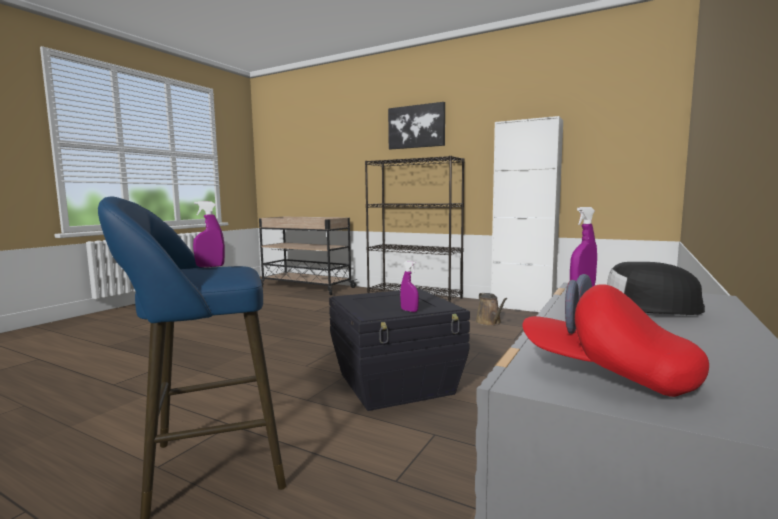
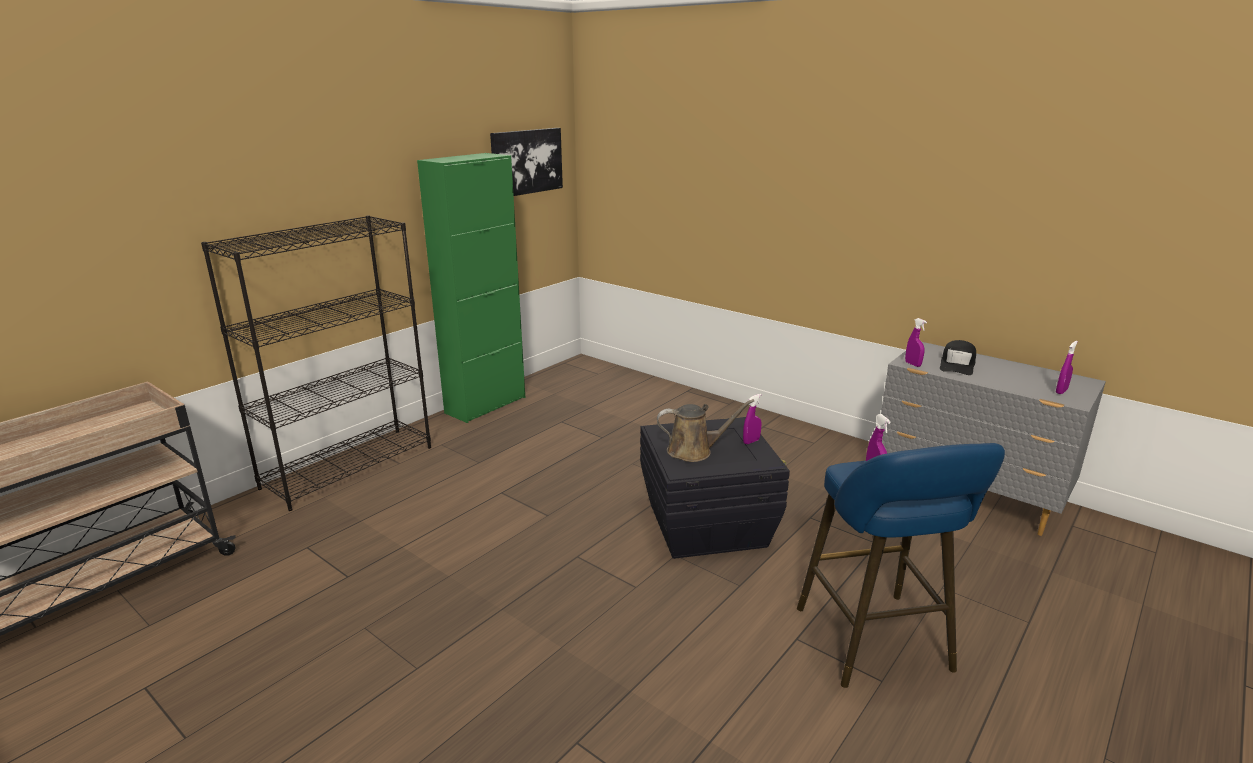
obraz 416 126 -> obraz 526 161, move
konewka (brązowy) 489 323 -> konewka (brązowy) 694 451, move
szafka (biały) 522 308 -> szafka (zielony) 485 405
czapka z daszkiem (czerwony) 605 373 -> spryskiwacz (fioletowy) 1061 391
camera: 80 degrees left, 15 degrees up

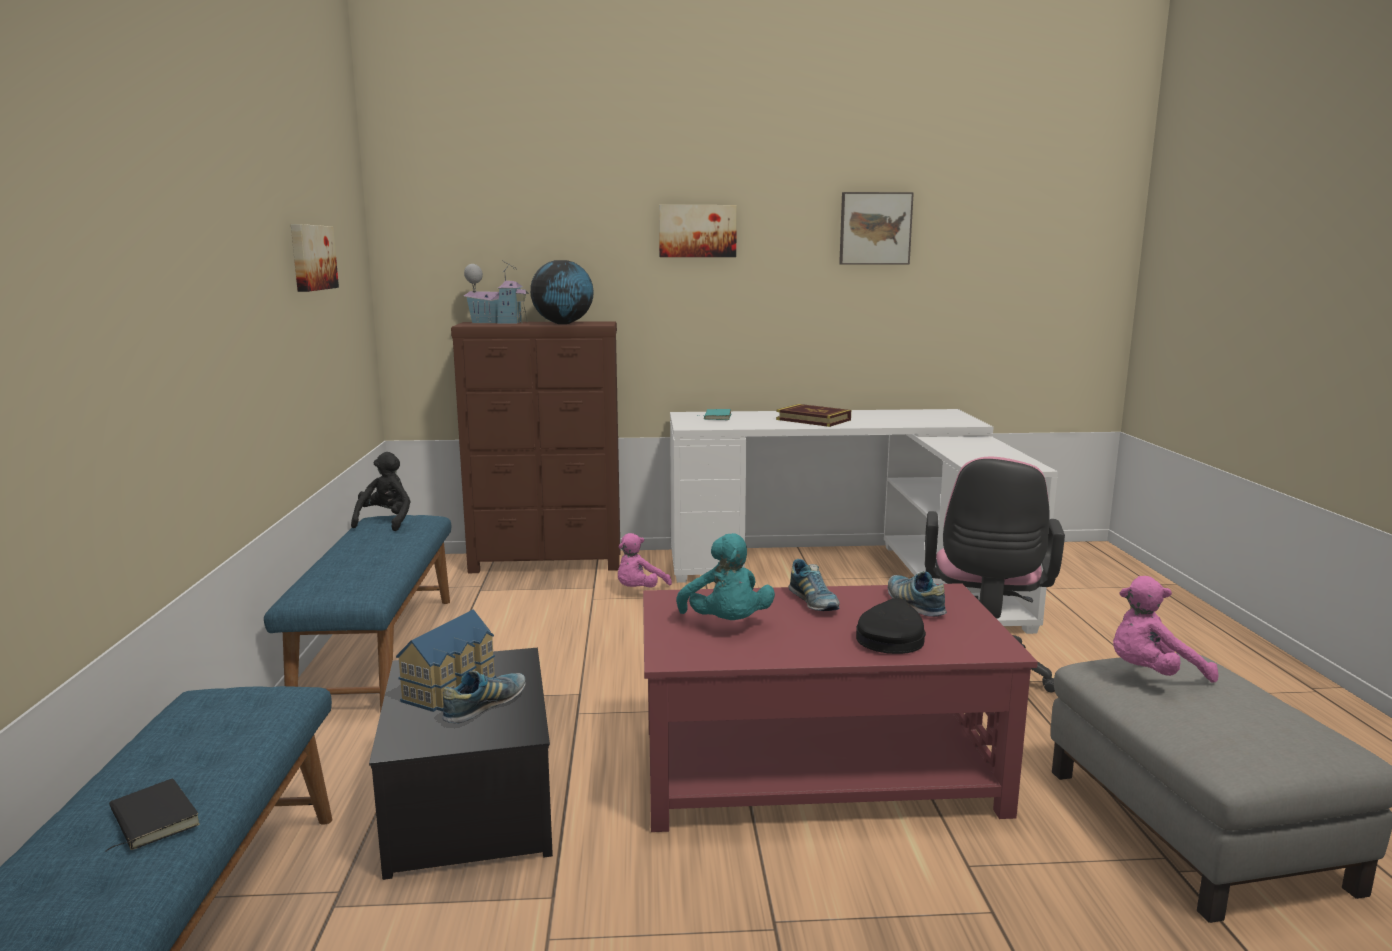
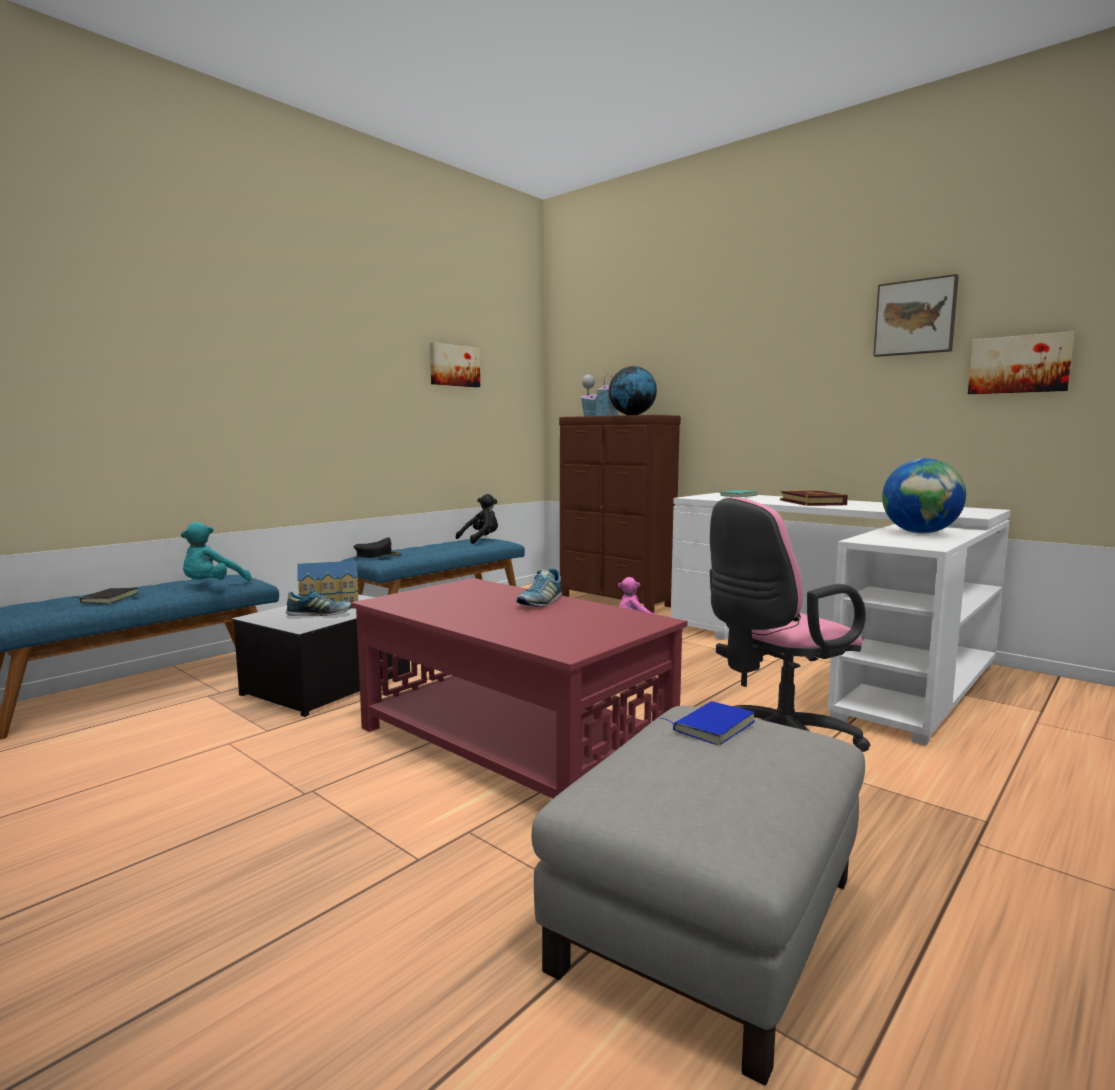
obraz 697 231 -> obraz 1019 364, move
pluszak (turkusowy) 726 624 -> pluszak (turkusowy) 212 586, move
czapka z daszkiem (czarny) 890 638 -> czapka z daszkiem (czarny) 377 555, move
but 914 604 -> none
pluszak (różowy) 1151 675 -> książka (niebieski) 711 726
none -> globus 920 533
camera: 45 degrees right, 5 degrees down

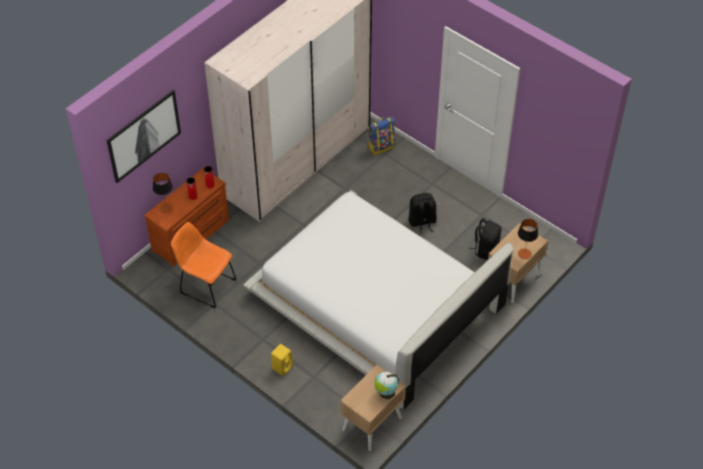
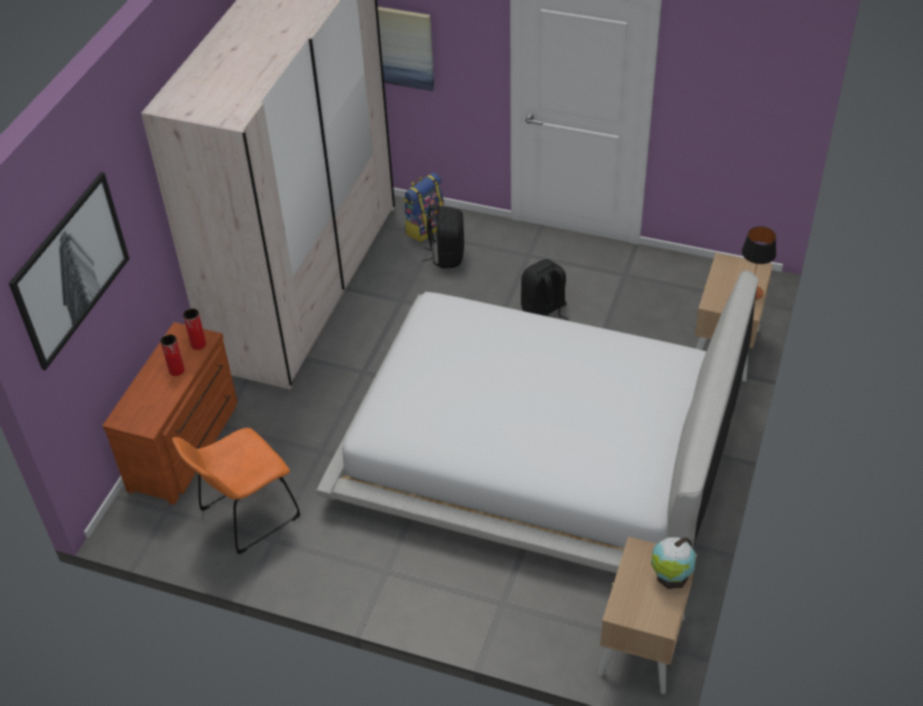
lampa stołowa 166 208 -> none
krzesło (pomarańczowy) 205 285 -> krzesło (pomarańczowy) 245 516, 45 degrees counterclockwise
głośnik (żółty) 282 366 -> none
plecak (czarny) 485 249 -> plecak (czarny) 446 256, move
none -> obraz 400 46
camera: 20 degrees left, 5 degrees down

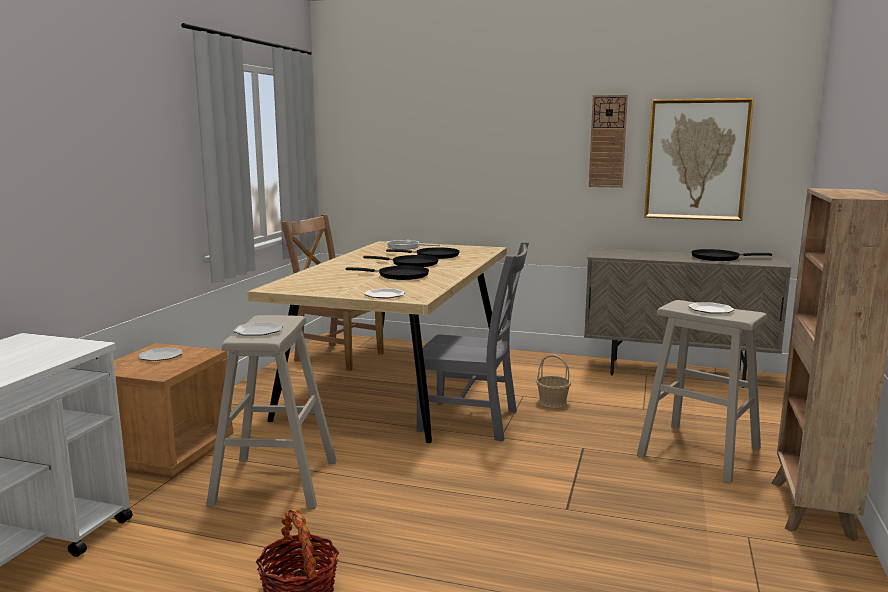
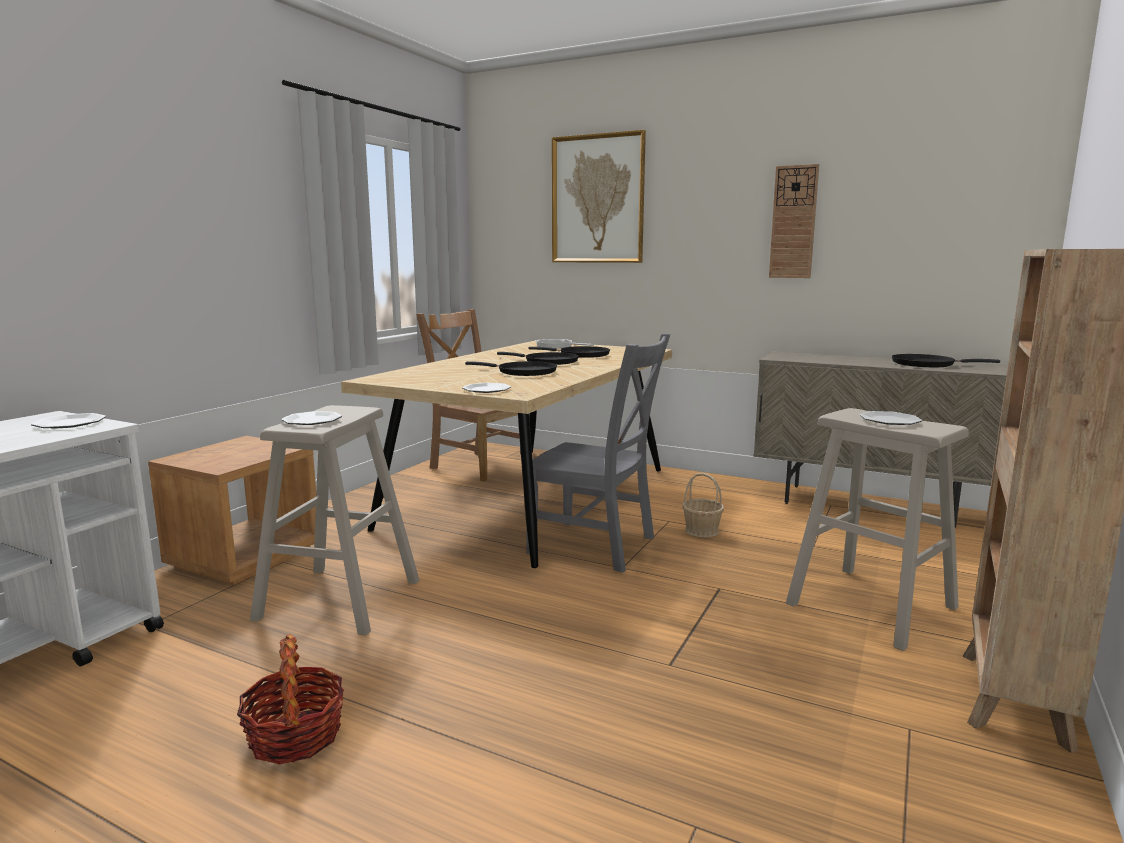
talerz 160 356 -> talerz 69 423, move
obraz 696 159 -> obraz 598 199, move
camera: 10 degrees right, 0 degrees up

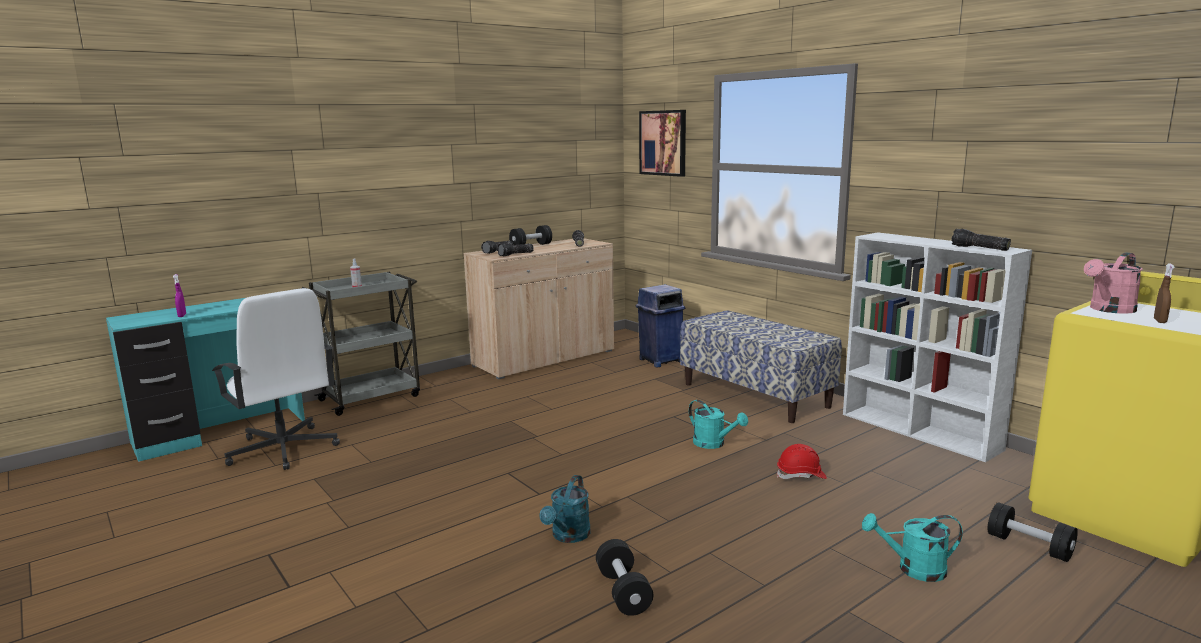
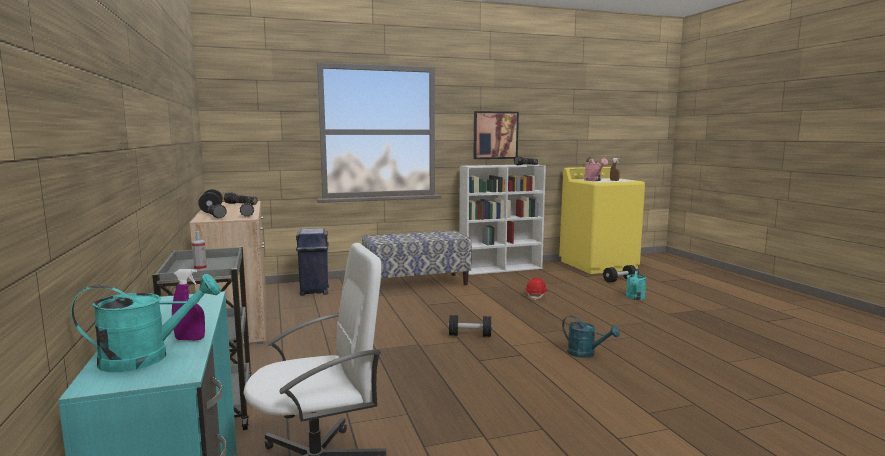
hantel (czarny) 623 592 -> hantel (czarny) 470 335, move
obraz 663 143 -> obraz 495 135, move
konewka (turkusowy) 714 444 -> konewka (turkusowy) 147 357, move
camera: 70 degrees left, 5 degrees down

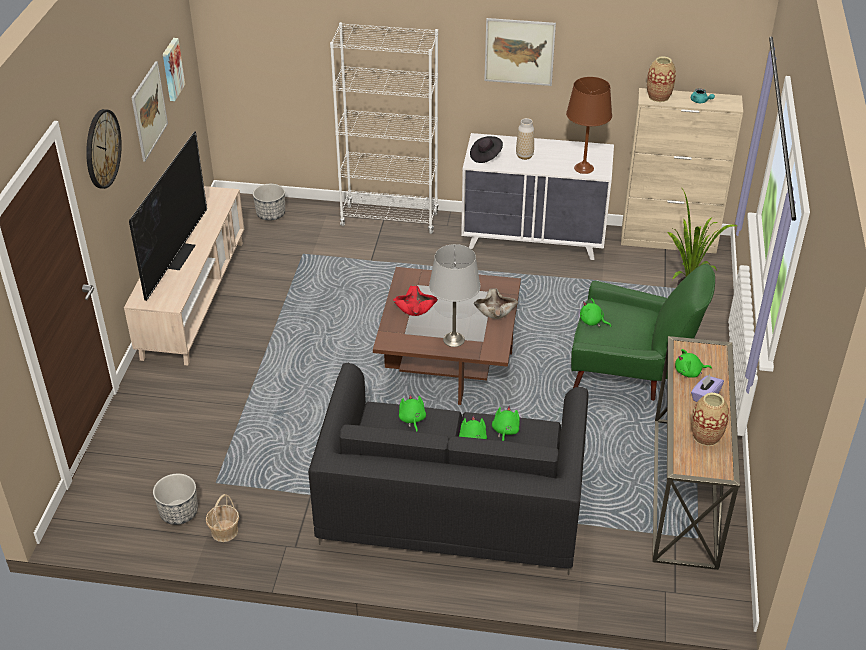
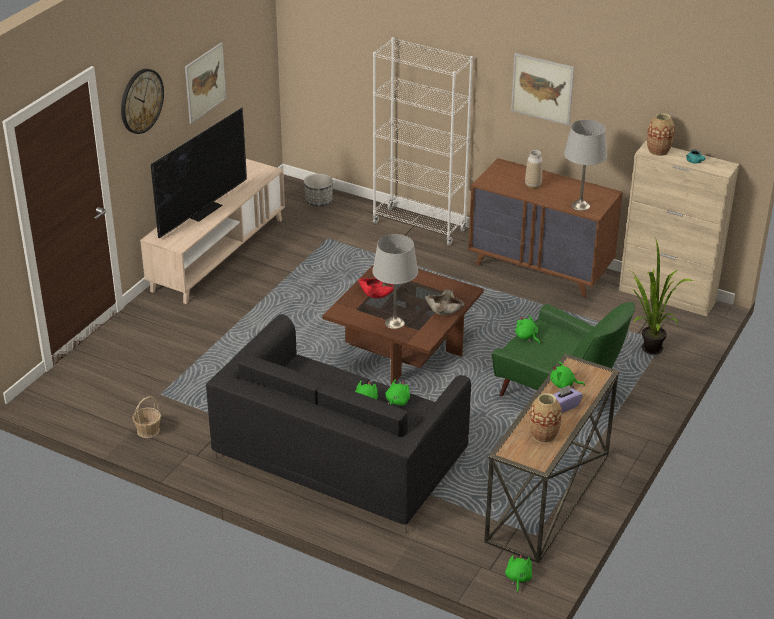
donica 179 512 -> none
obraz 171 69 -> none
pluszak (zielony) 412 420 -> pluszak (zielony) 518 578, move
komoda (biały) 534 238 -> komoda (brązowy) 540 268
kapelusz (czarny) 485 156 -> none
lampa stołowa (brązowy) 584 168 -> lampa stołowa (szary) 580 206
camera: 20 degrees right, 5 degrees down

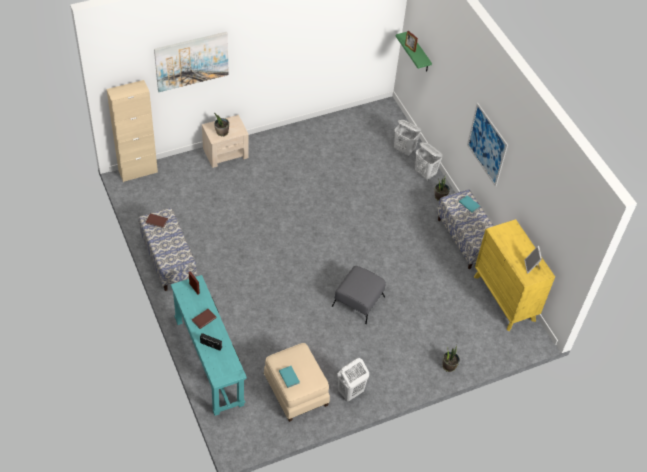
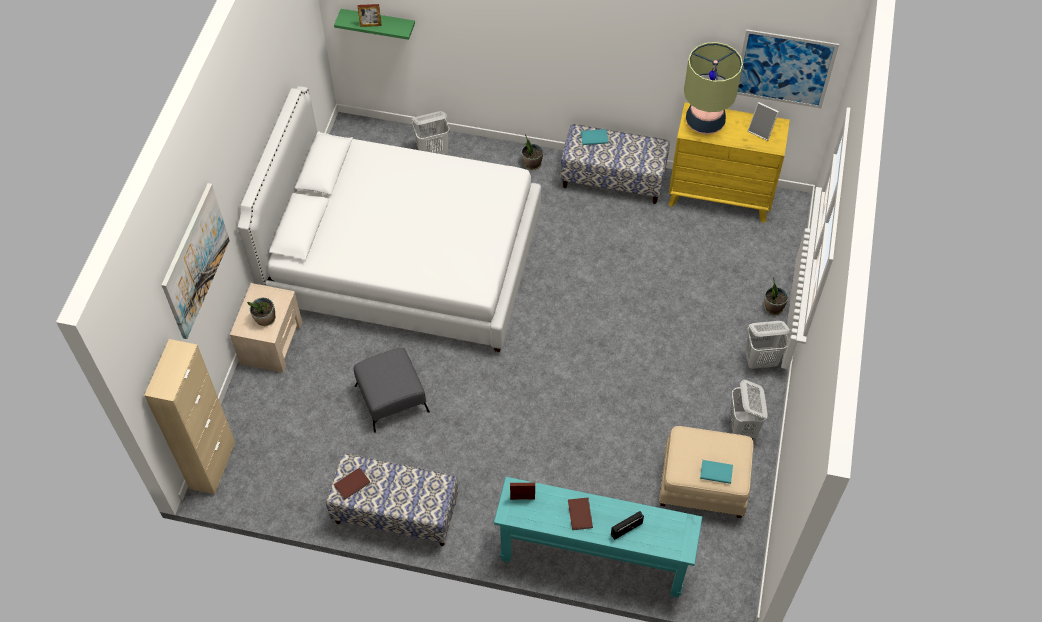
pufa (szary) 359 301 -> pufa (szary) 392 398, move
kosz na pranie (biały) 425 173 -> kosz na pranie (biały) 761 360, move
obraz 487 144 -> obraz 784 69, move
none -> łóżko (biały) 404 260
none -> lampa stołowa 704 122
camera: 50 degrees left, 5 degrees up

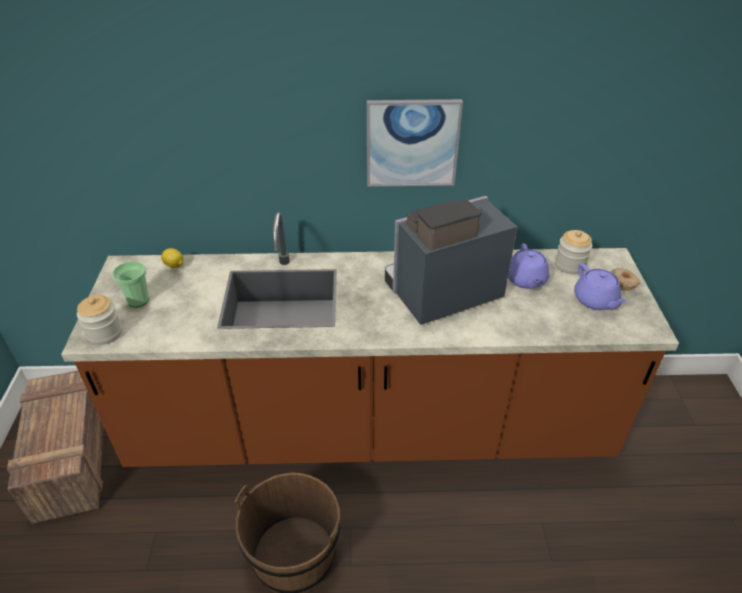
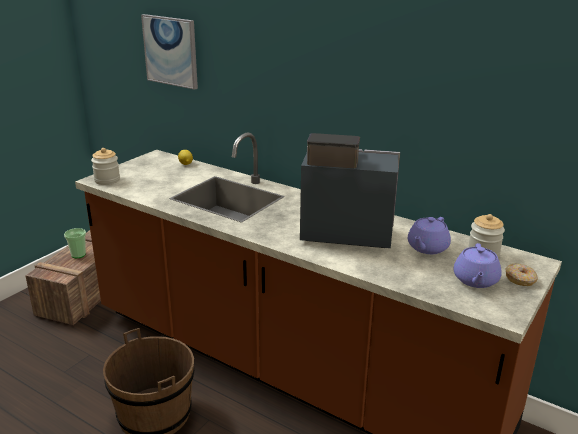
filiżanka 138 300 -> filiżanka 78 255, move
obraz 412 143 -> obraz 171 51, move
camera: 35 degrees right, 15 degrees down

